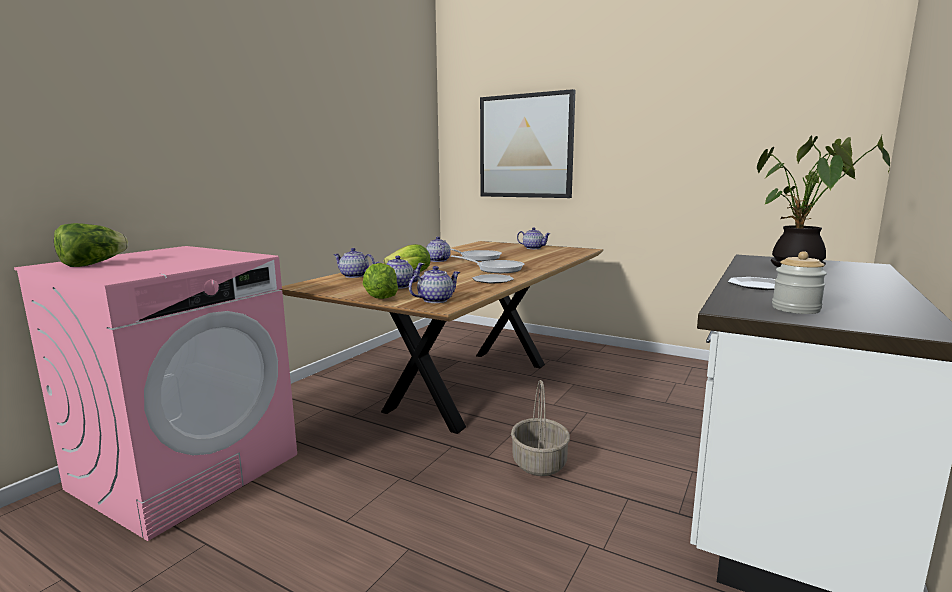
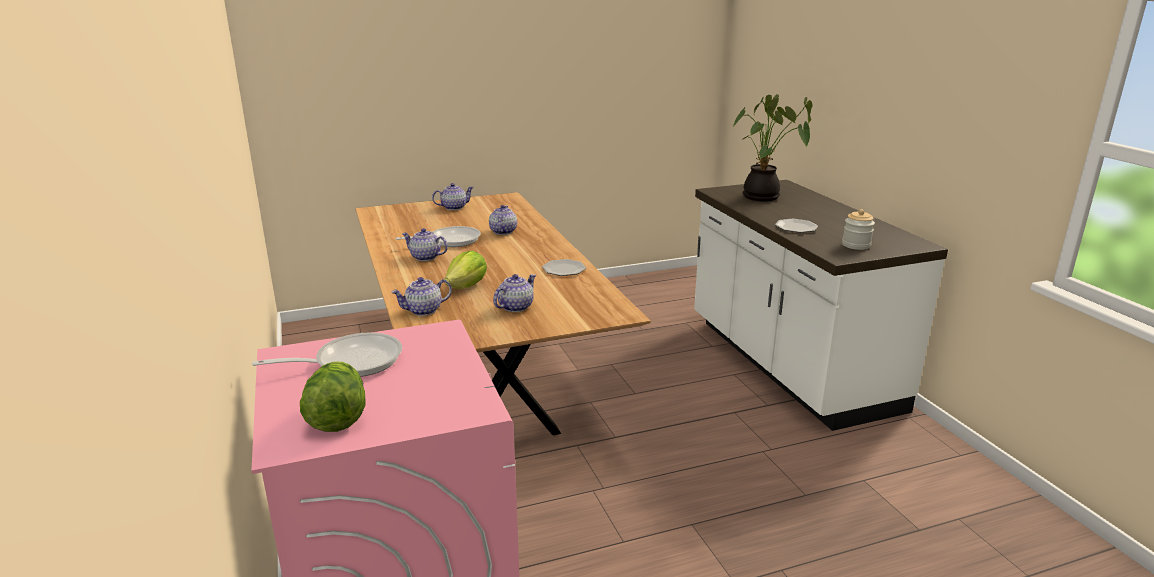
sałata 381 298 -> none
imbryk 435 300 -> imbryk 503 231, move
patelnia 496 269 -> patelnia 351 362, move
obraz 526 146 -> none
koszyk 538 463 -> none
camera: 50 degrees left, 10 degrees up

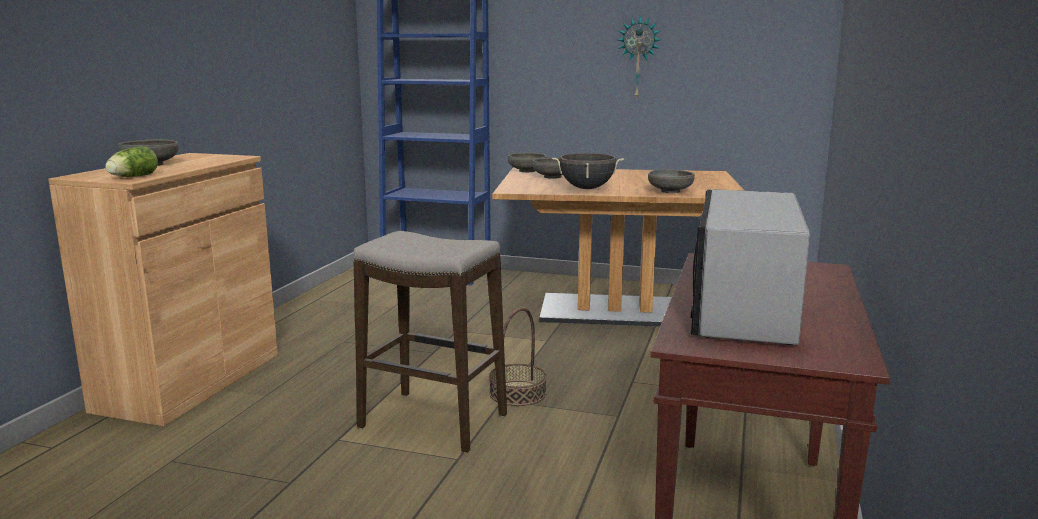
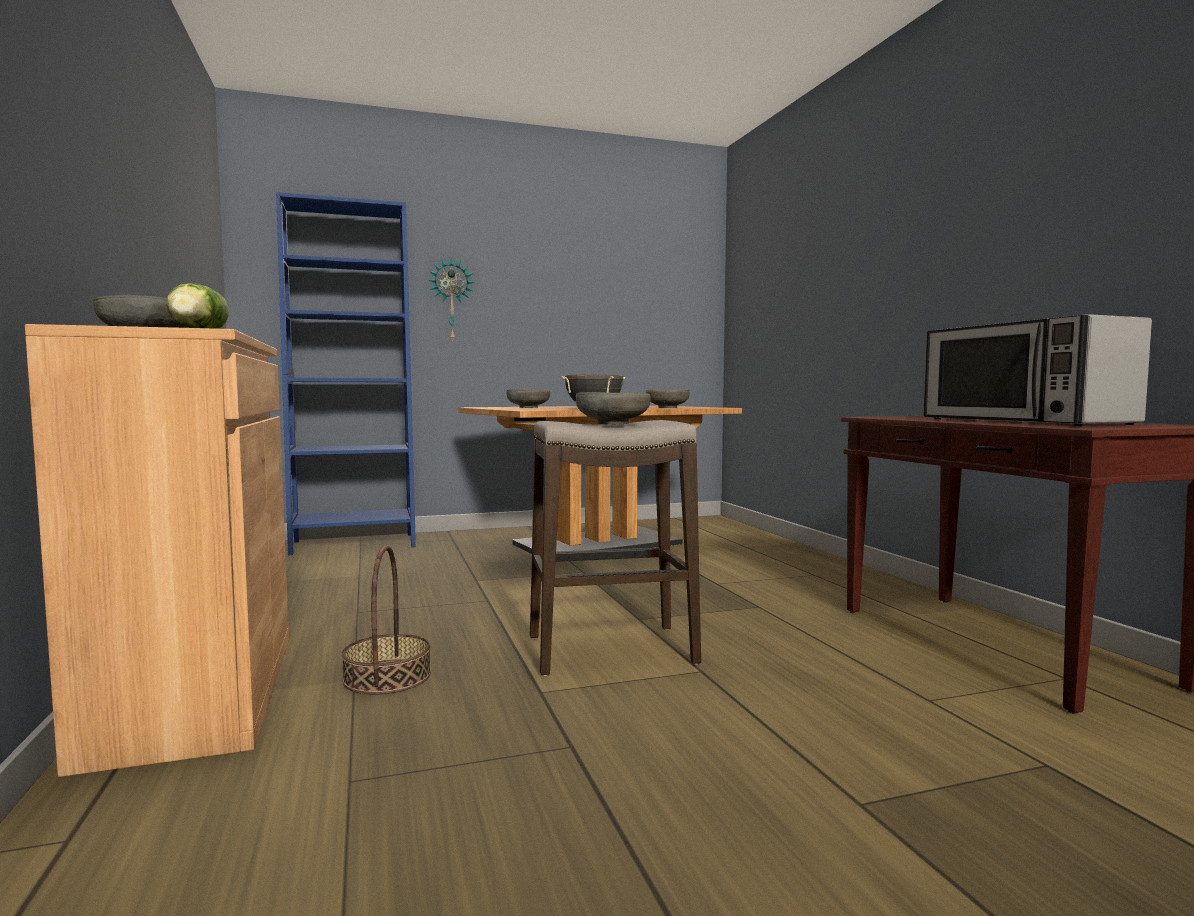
koszyk 517 393 -> koszyk 387 676, move
miska (szary) 527 171 -> miska (szary) 612 423, move
zegar ścienny 638 58 -> zegar ścienny 451 300, move
camera: 35 degrees left, 10 degrees down

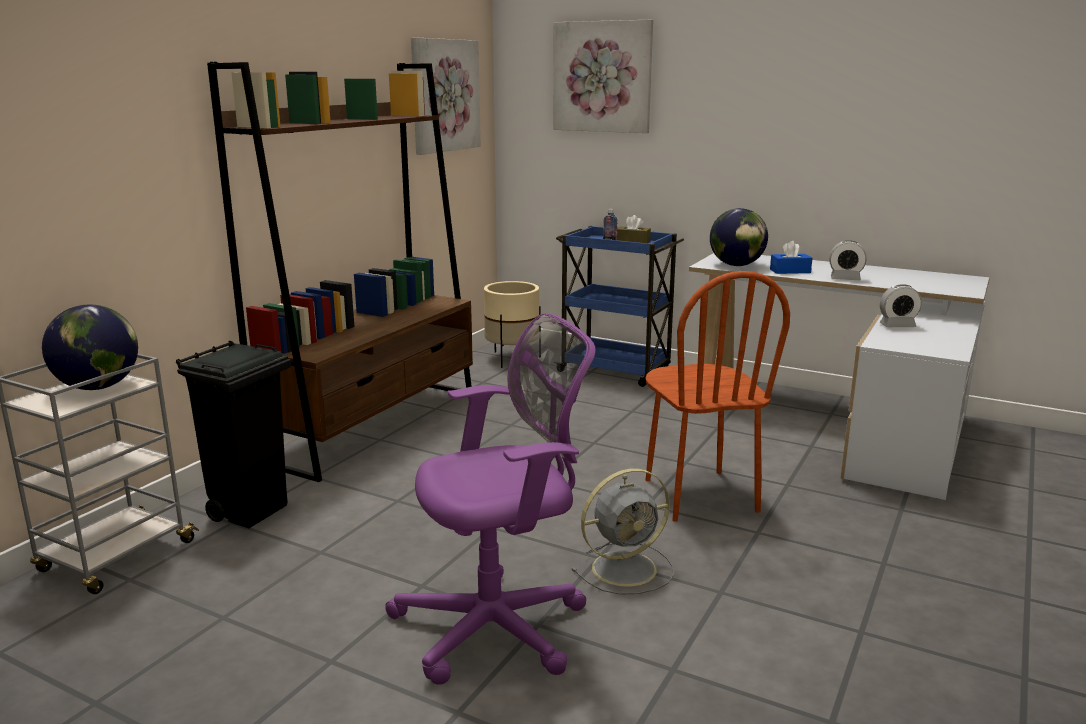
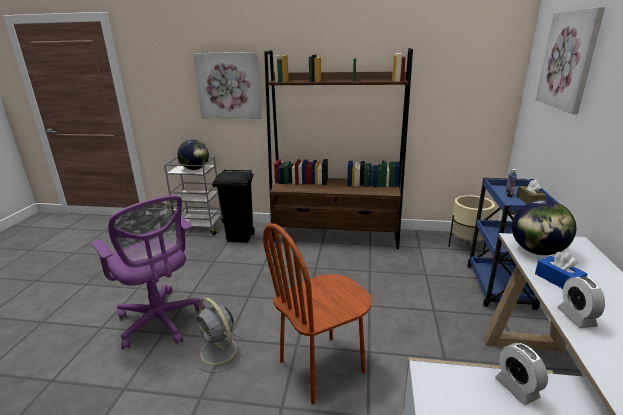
obraz 444 95 -> obraz 228 86, move
camera: 70 degrees right, 5 degrees up

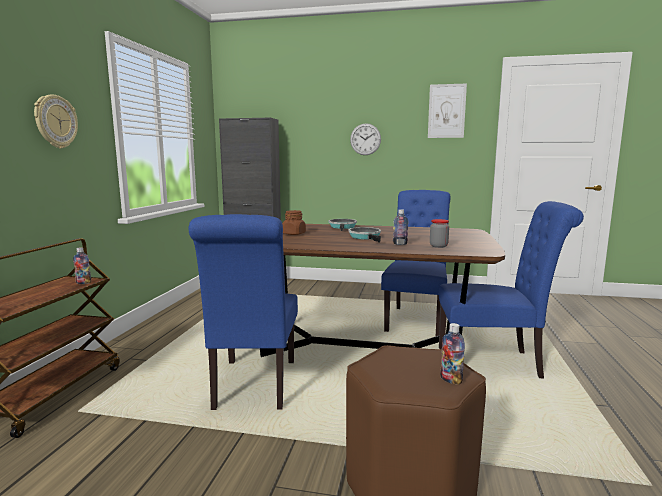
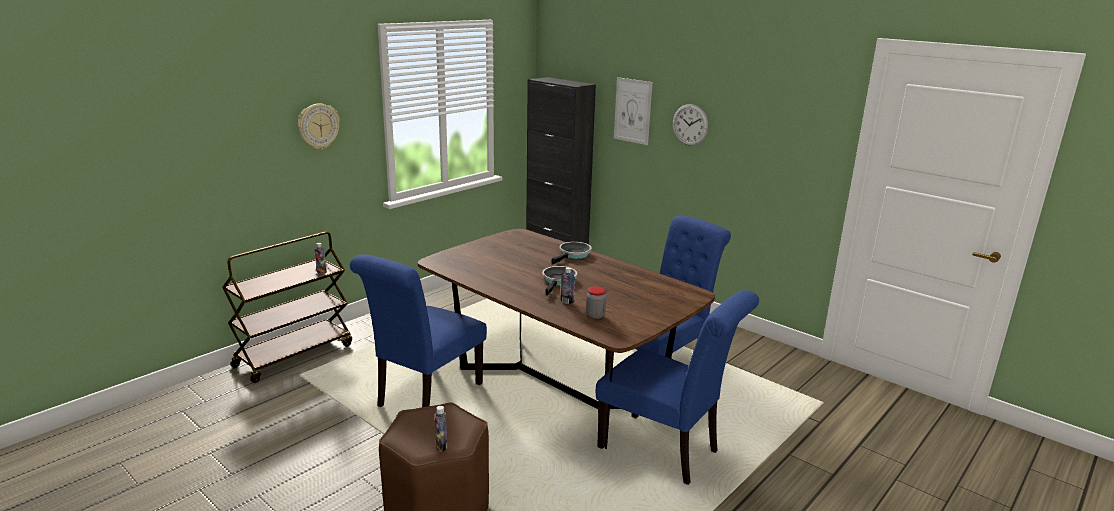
słoik (brązowy) 294 234 -> none
obraz 446 111 -> obraz 632 111, move
camera: 30 degrees right, 10 degrees up

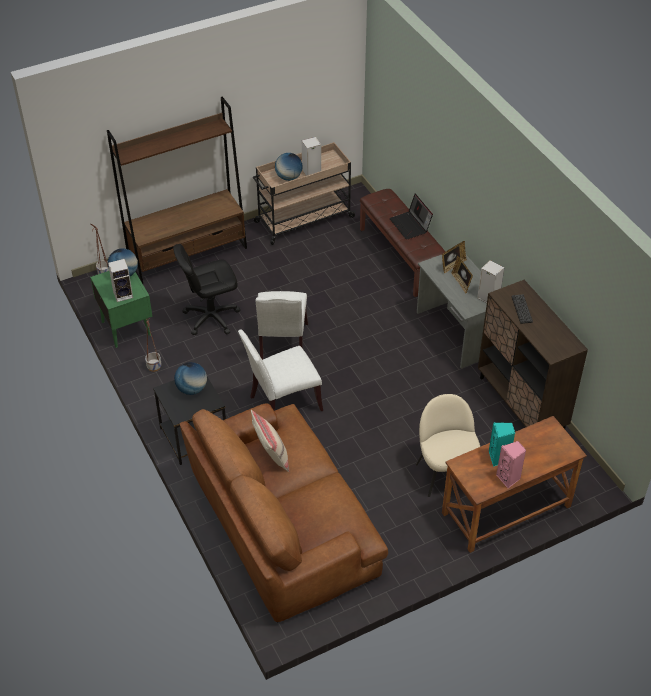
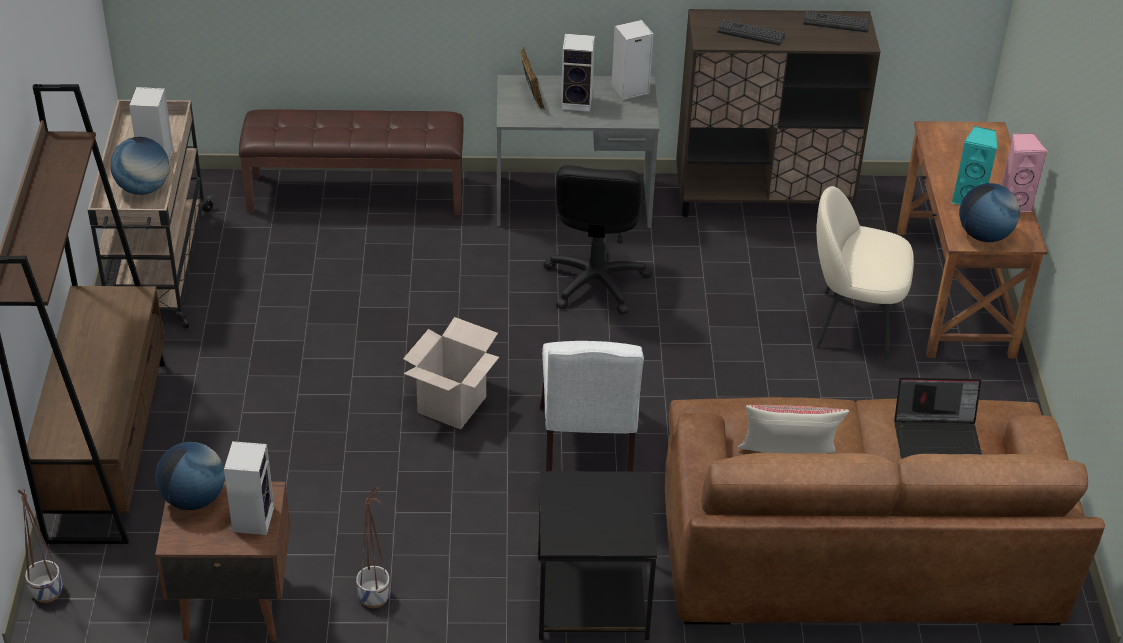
szafka nocna (zielony) 126 327 -> szafka nocna (brązowy) 232 606
krzesło biurowe (czarny) 211 317 -> krzesło biurowe (czarny) 595 282, move
globus 192 389 -> globus 984 235, move
krzesło (biały) 282 345 -> karton 452 405
laptop 410 225 -> laptop 938 437, move
ramka na zdjęcie 461 283 -> głośnik 578 102
none -> klawiatura 836 22
camera: 65 degrees left, 5 degrees down

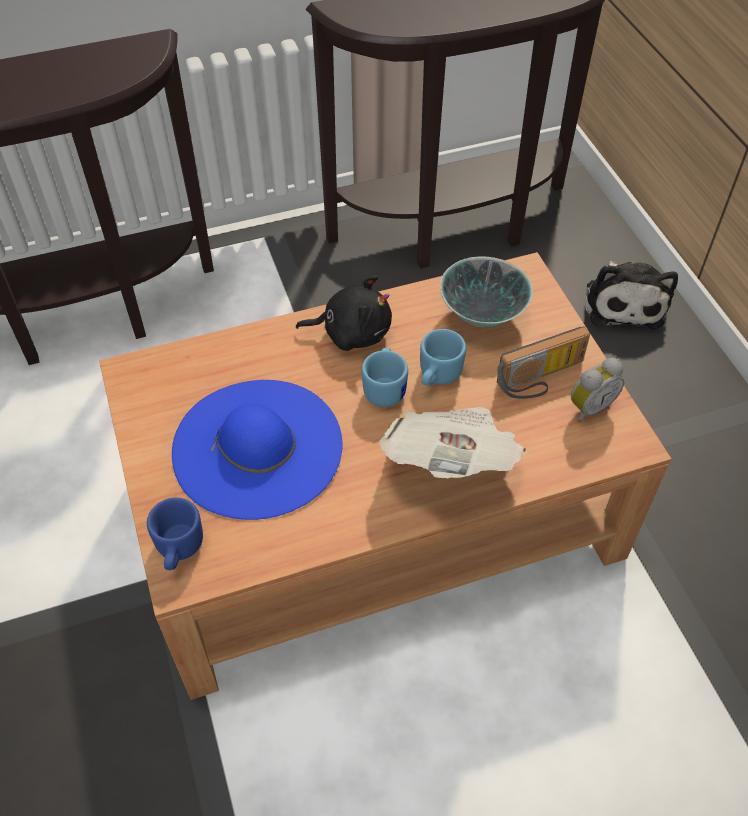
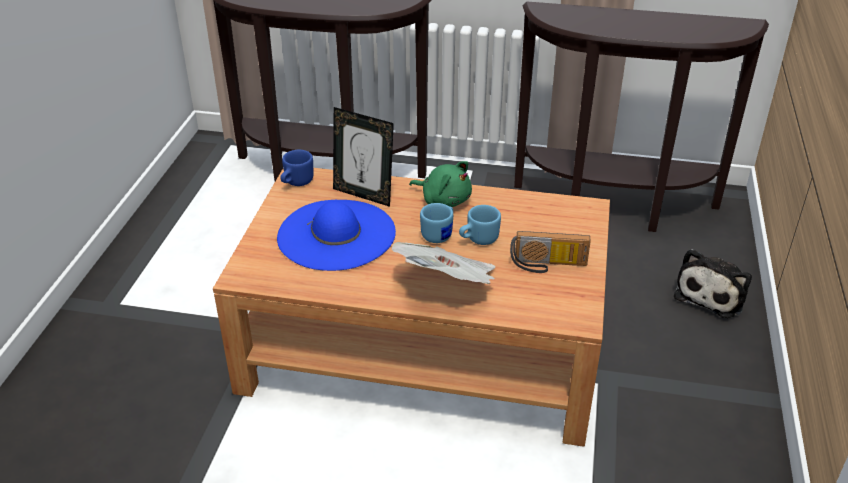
kubek (niebieski) 178 550 -> kubek (niebieski) 296 183, move
pluszak (czarny) 352 332 -> pluszak (zielony) 444 200
miska 482 316 -> none
budzik 589 407 -> none
none -> ramka na zdjęcie 363 194
camera: 30 degrees right, 15 degrees down

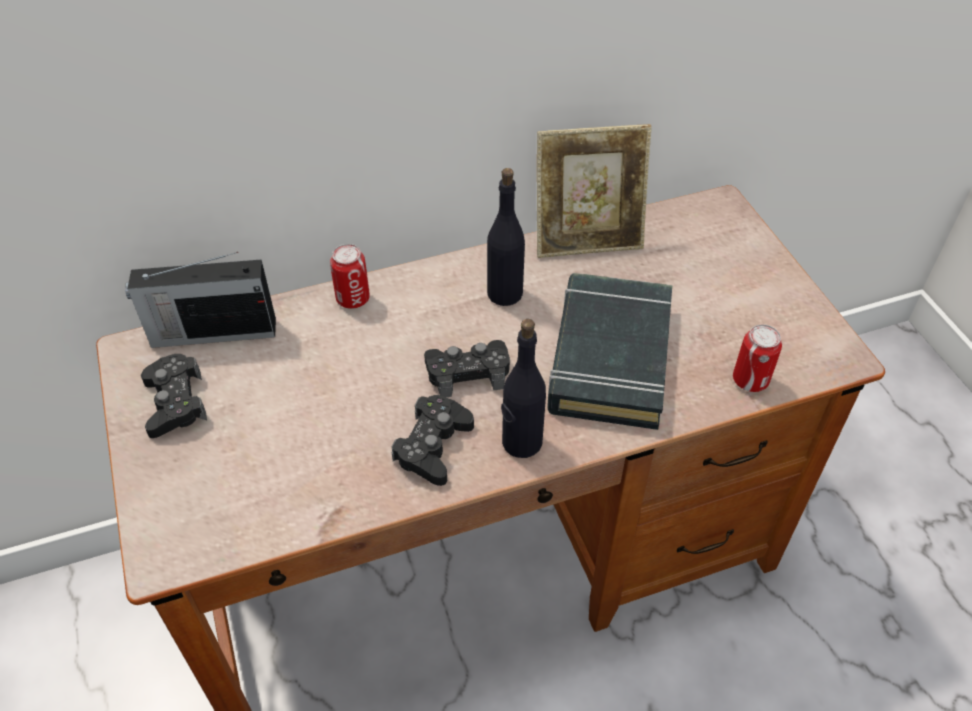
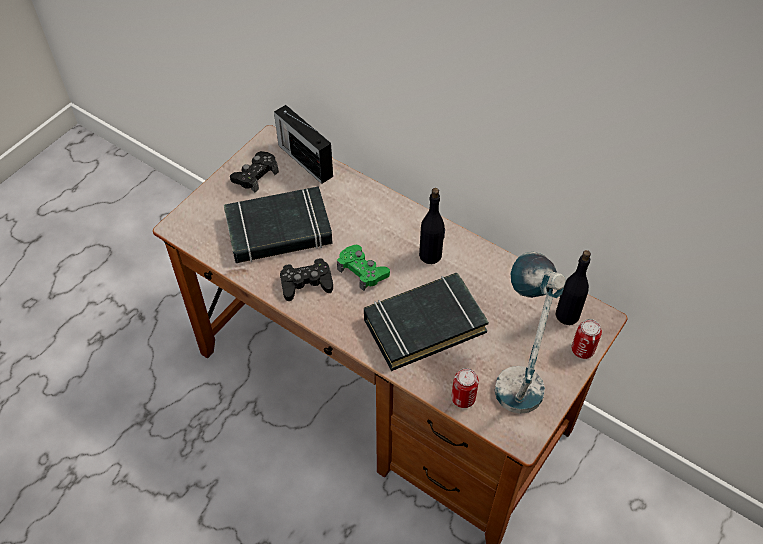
puszka 353 299 -> puszka 582 350, move
pad do gier (czarny) 468 373 -> pad do gier (zielony) 362 271
butelka (czarny) 521 442 -> butelka (czarny) 566 315, move
ramka na zdjęcie 587 239 -> none
none -> książka (czarny) 279 231
none -> lampa stołowa 519 372
camera: 55 degrees right, 5 degrees up

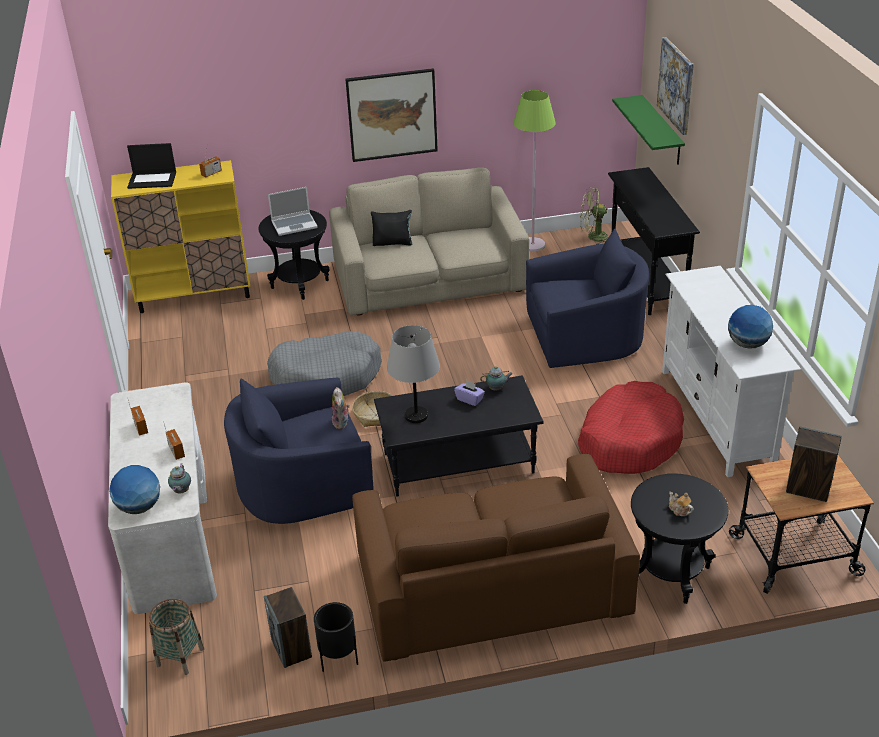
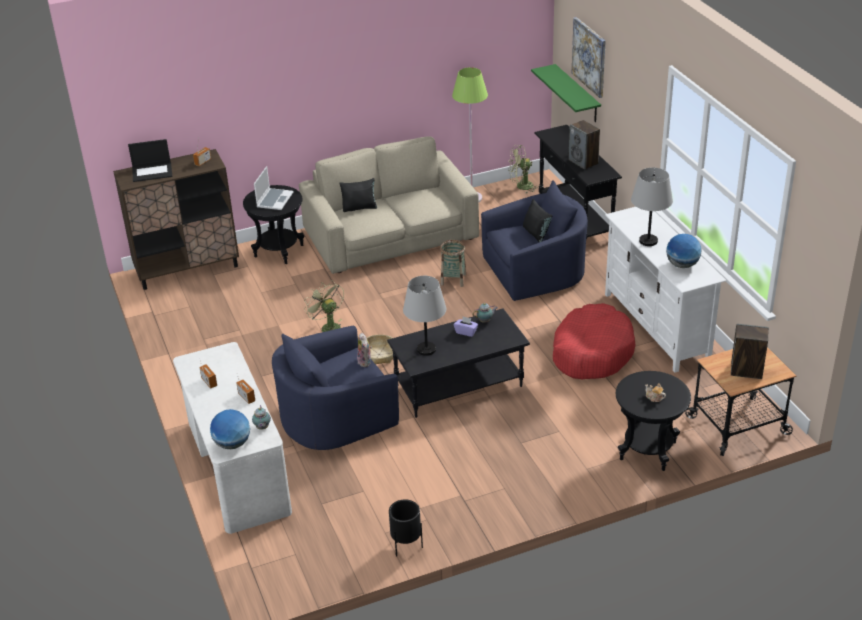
szafka (żółty) 195 294 -> szafka (brązowy) 187 269
koszyk 180 657 -> koszyk 453 279, move
głośnik 292 649 -> głośnik 583 162, move
legowisko (szary) 327 376 -> wentylator (zielony) 327 327
laptop 294 225 -> laptop 274 200, 45 degrees counterclockwise
obraz 392 115 -> none
kanapa (brązowy) 490 583 -> none
none -> poduszka (czarny) 536 234
none -> lampa stołowa (szary) 648 241
camera: 10 degrees left, 0 degrees up

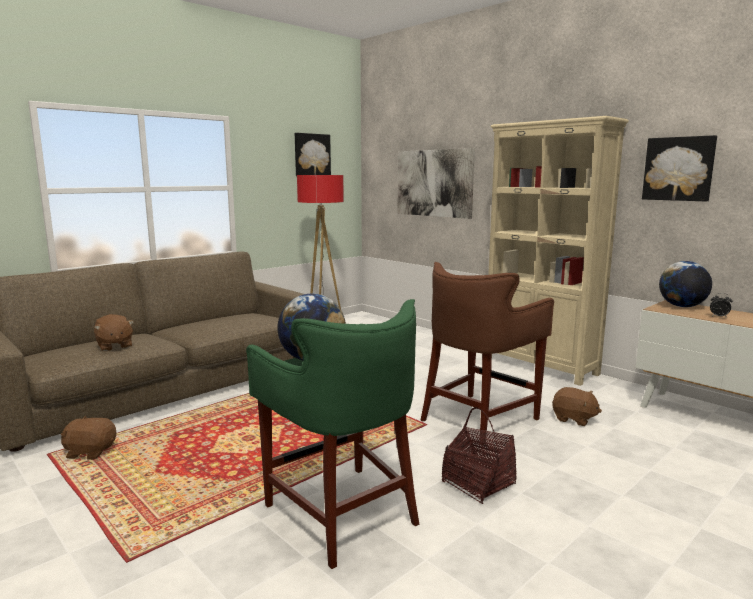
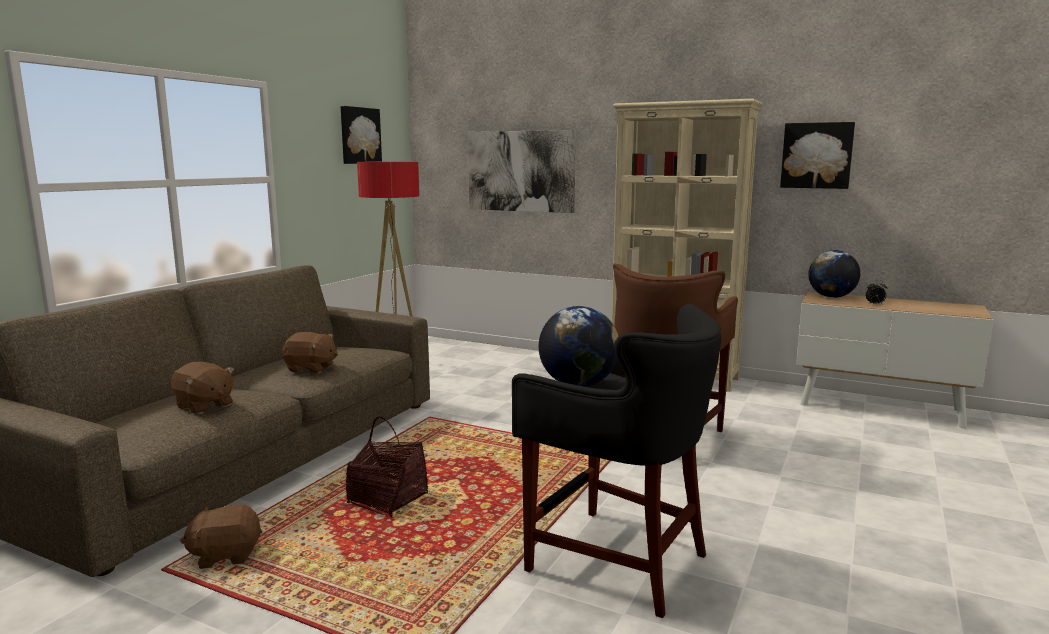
stołek (zielony) 342 512 -> stołek (czarny) 616 559
koszyk 478 483 -> koszyk 388 499, move
pluszak (brązowy) 574 419 -> pluszak (brązowy) 311 369, move
camera: 20 degrees left, 0 degrees up

